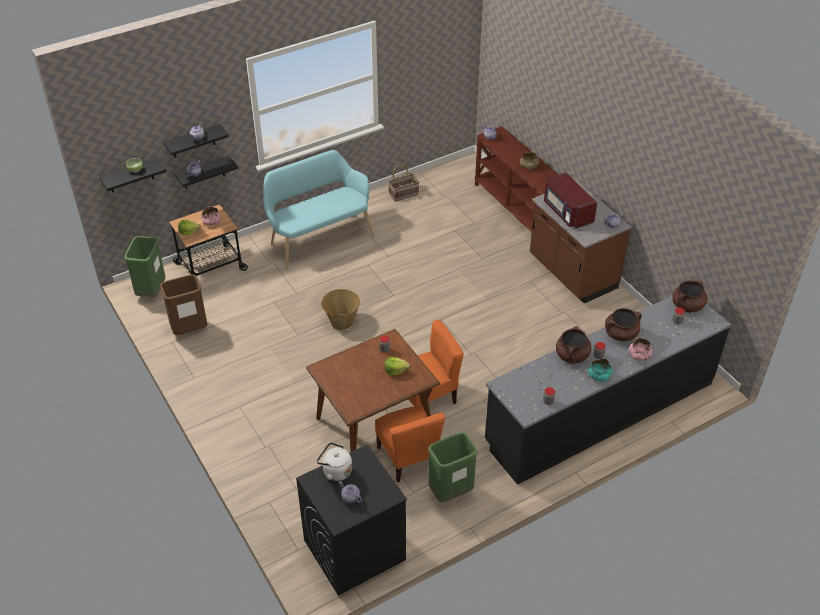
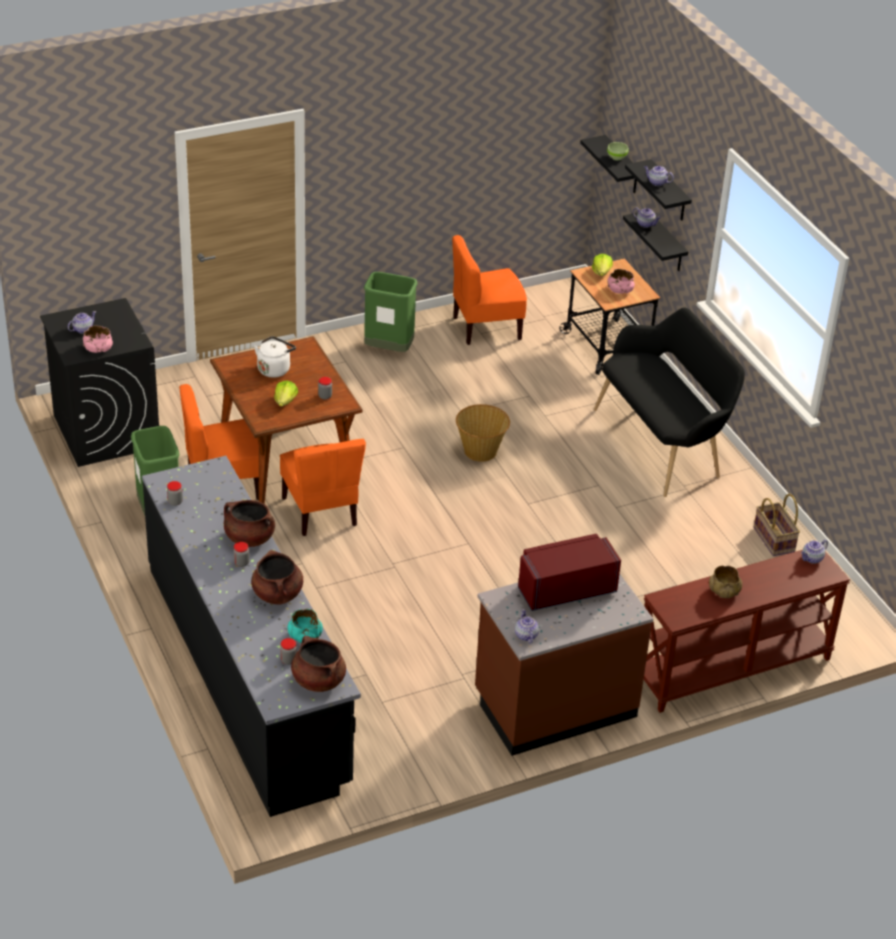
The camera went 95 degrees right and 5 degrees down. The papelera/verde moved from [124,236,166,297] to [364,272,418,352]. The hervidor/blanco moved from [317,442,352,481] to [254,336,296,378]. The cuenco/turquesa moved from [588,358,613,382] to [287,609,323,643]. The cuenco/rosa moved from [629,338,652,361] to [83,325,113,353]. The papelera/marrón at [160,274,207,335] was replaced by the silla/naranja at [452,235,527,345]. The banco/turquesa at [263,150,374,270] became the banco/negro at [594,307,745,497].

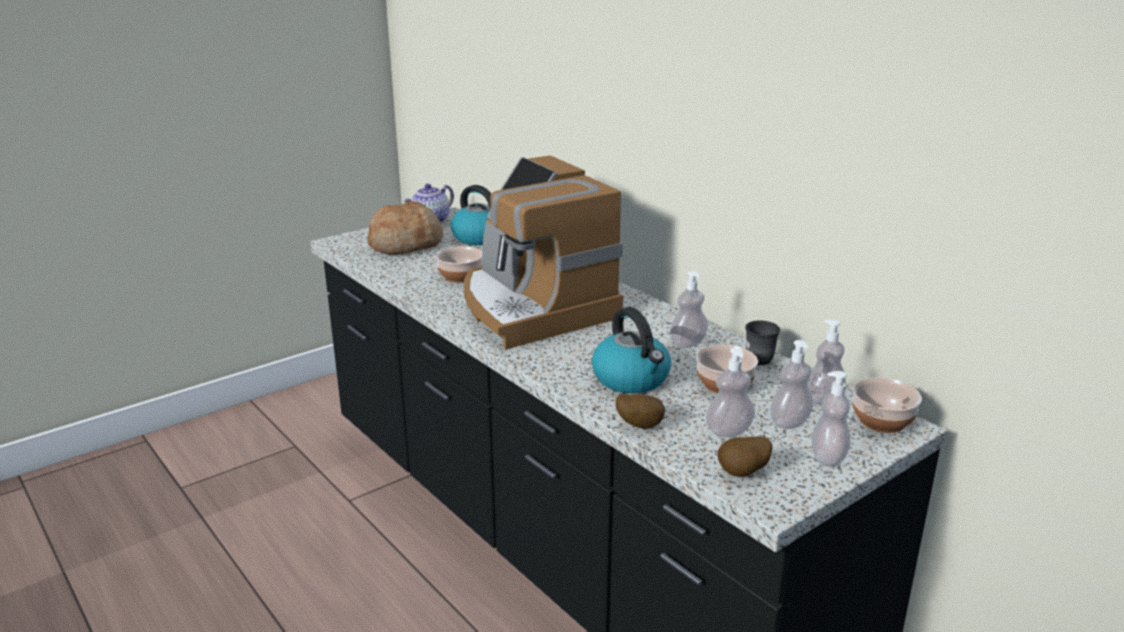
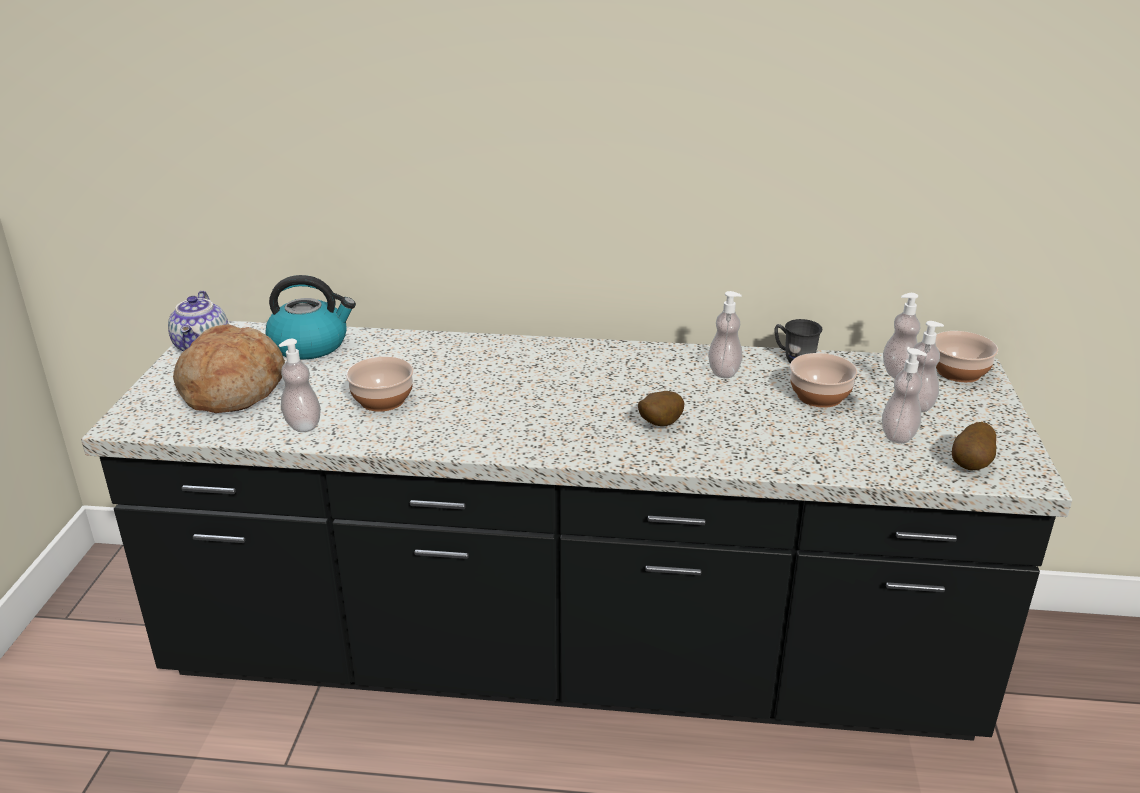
The camera went 45 degrees left and 5 degrees up. The cafetera at [464,155,623,349] disappeared. The hervidor at [592,307,671,394] disappeared. The patata moved from [616,394,665,429] to [638,391,684,426]. The dispensador de jabón moved from [811,371,851,467] to [279,339,321,432].

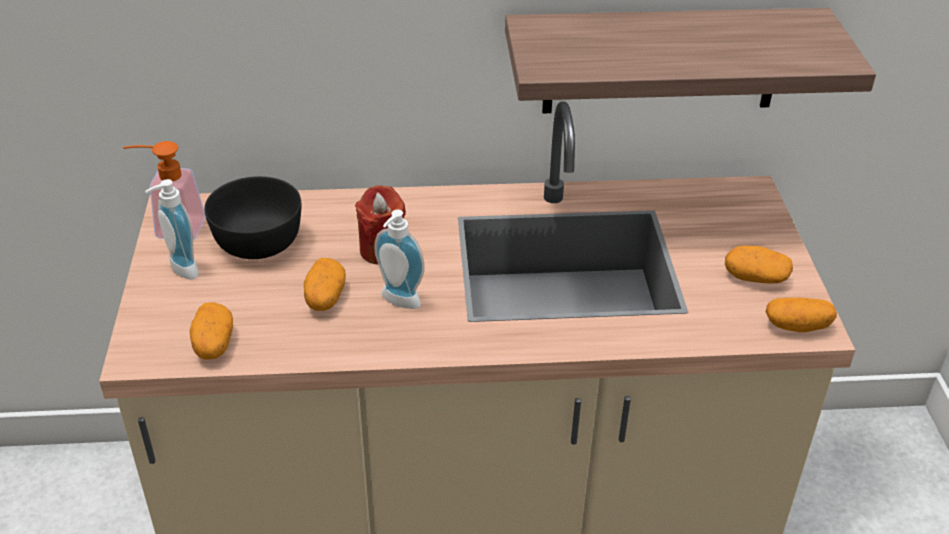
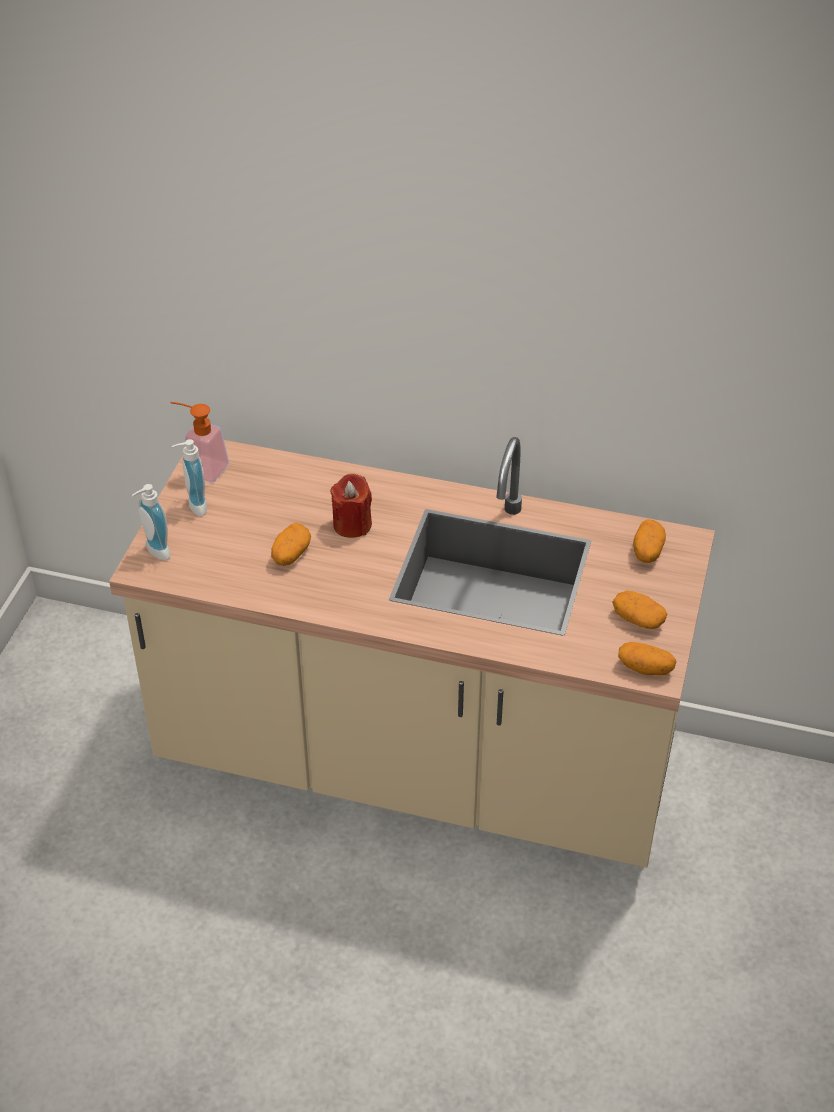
The camera went 20 degrees right and 5 degrees up. The cuenco/negro at [204,176,301,259] disappeared. The estante at [505,8,876,113] disappeared. The patata moved from [190,302,233,360] to [633,519,666,563]. The dispensador de jabón moved from [374,210,425,309] to [132,484,171,560].

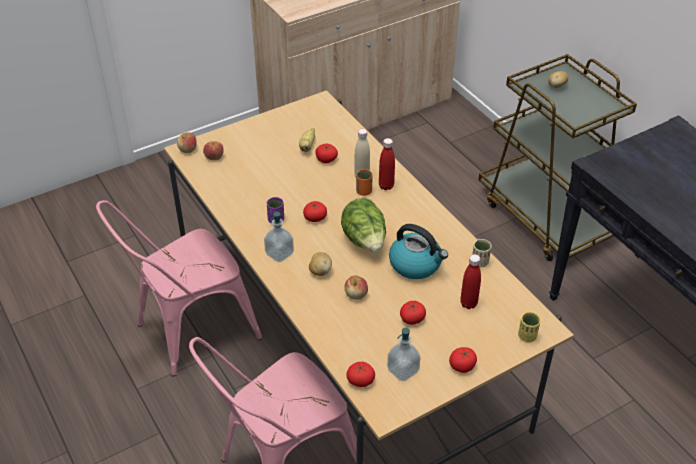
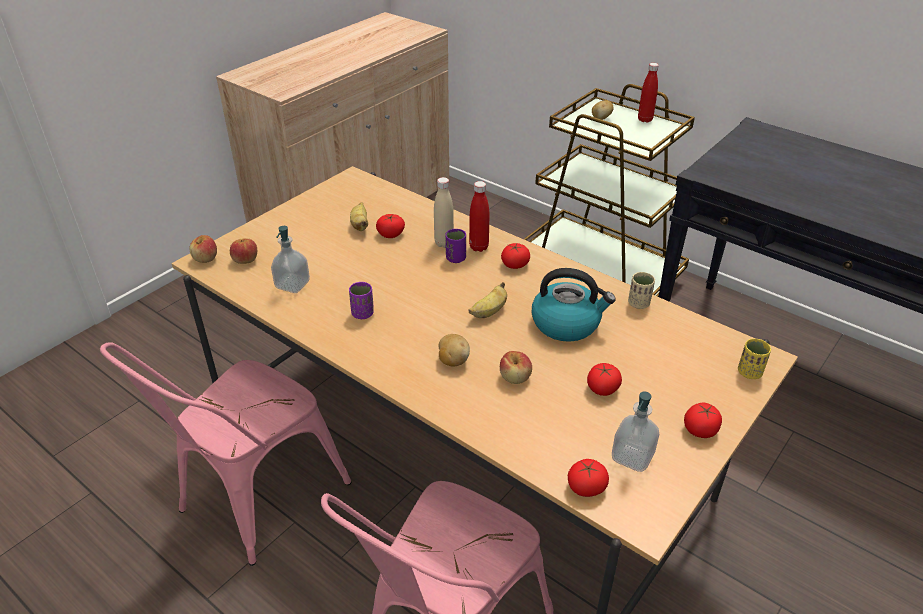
The camera went 20 degrees left and 5 degrees down. The dispensador de jabón moved from [264,212,294,262] to [271,226,310,293]. The tomate moved from [303,201,327,222] to [501,243,530,269]. The botella/rojo moved from [460,254,481,309] to [638,63,659,122]. The lechuga at [341,198,386,252] was replaced by the plátano at [469,282,507,318]. The taza/naranja at [356,169,372,196] became the taza/morado at [445,229,466,263].

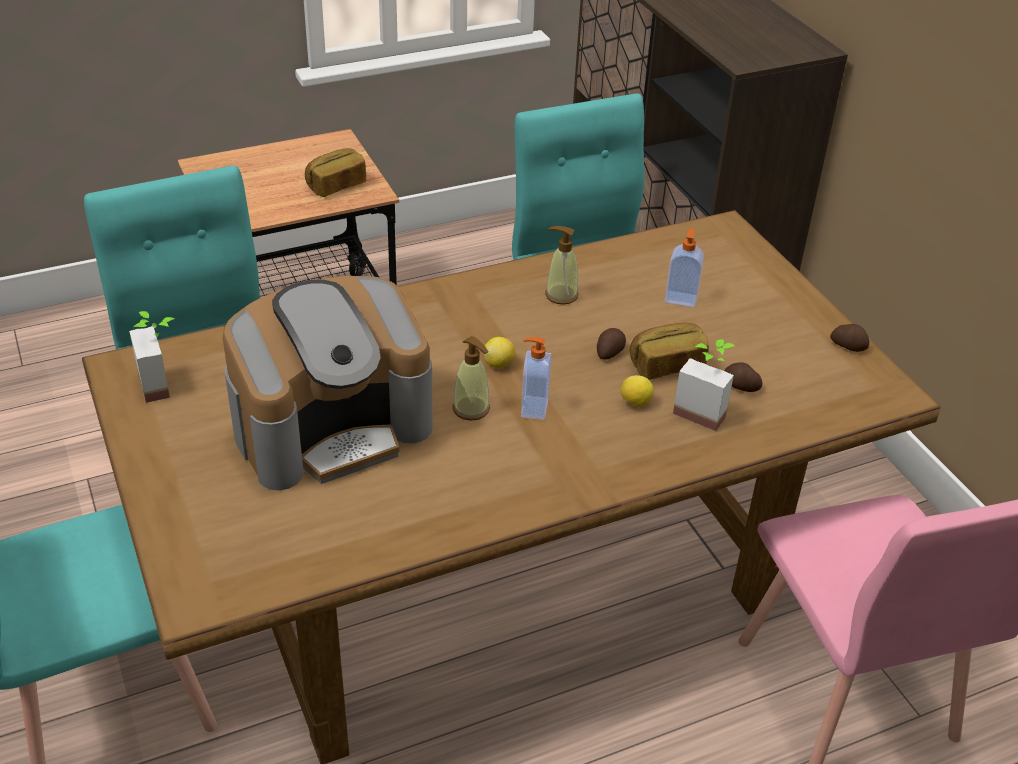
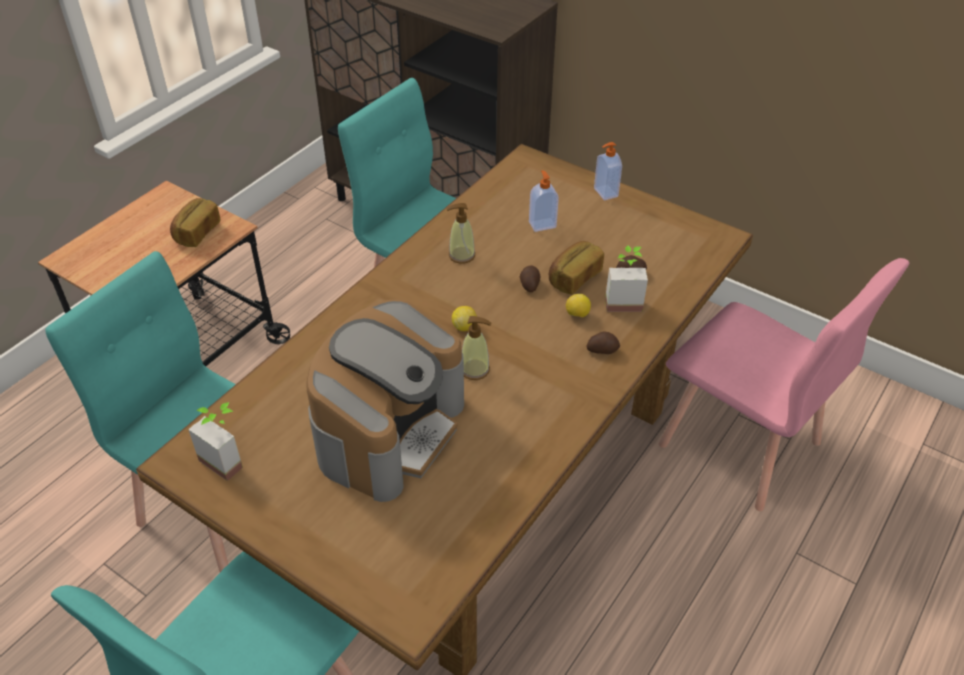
The camera went 30 degrees left and 5 degrees up. The dispensador de jabón moved from [521,337,552,420] to [594,142,622,200]. The patata moved from [830,324,869,352] to [586,332,620,354].

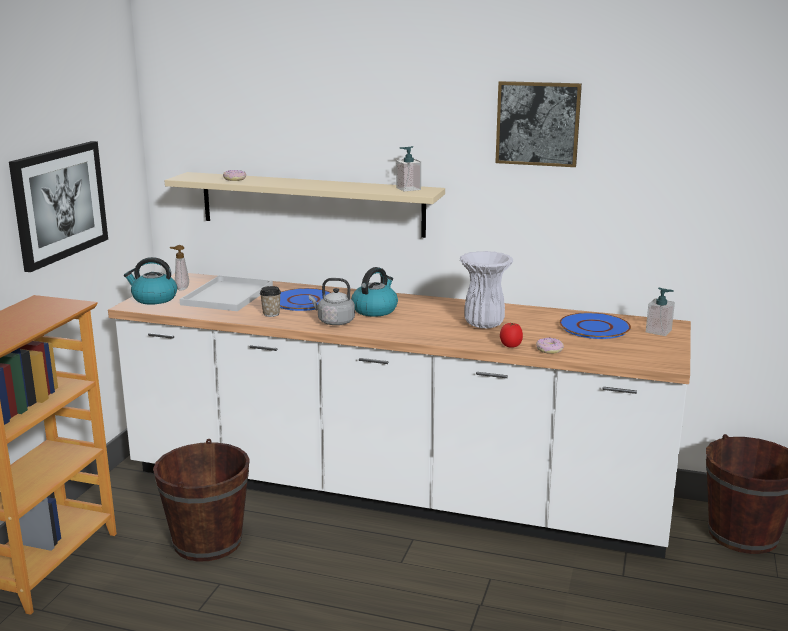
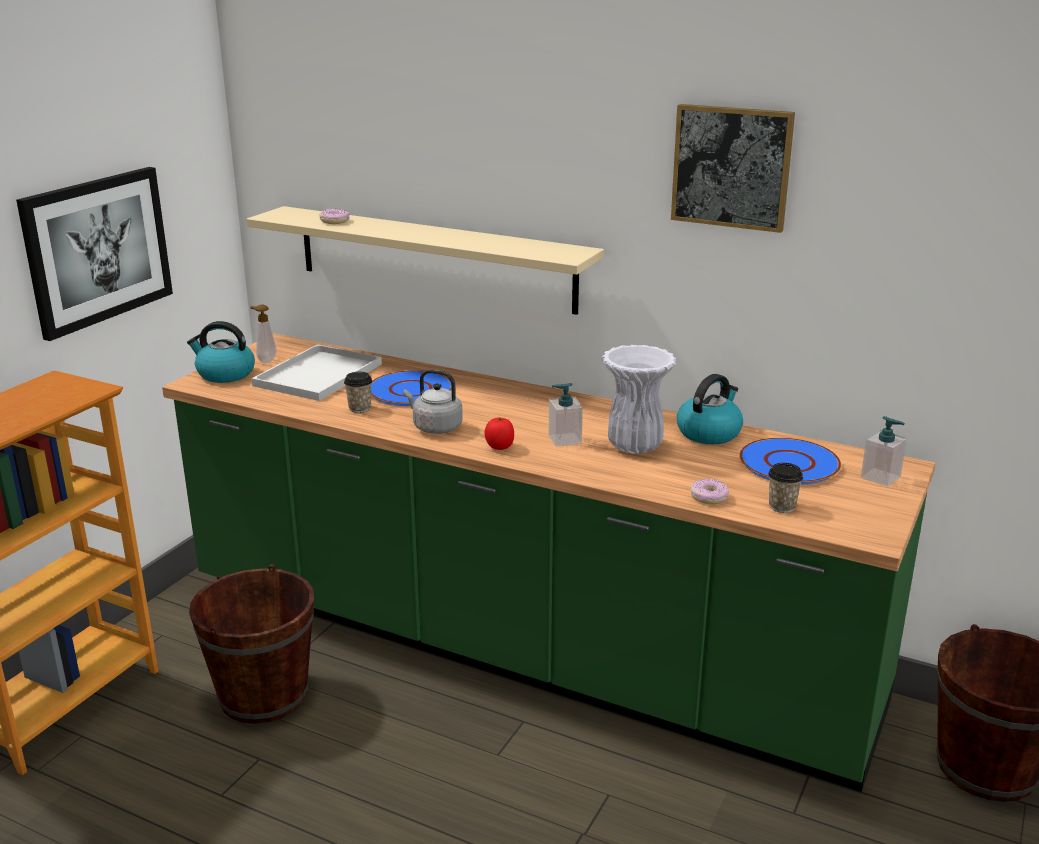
The camera went 10 degrees right and 5 degrees up. The taza at [768,463,803,513] appeared. The hervidor moved from [351,267,398,317] to [677,374,743,444]. The dispensador de jabón moved from [396,146,421,191] to [549,383,583,447]. The tomate moved from [500,323,523,348] to [485,417,514,450]. The mueble bajo de cocina/blanco at [108,273,691,558] became the mueble bajo de cocina/verde at [162,334,936,792].

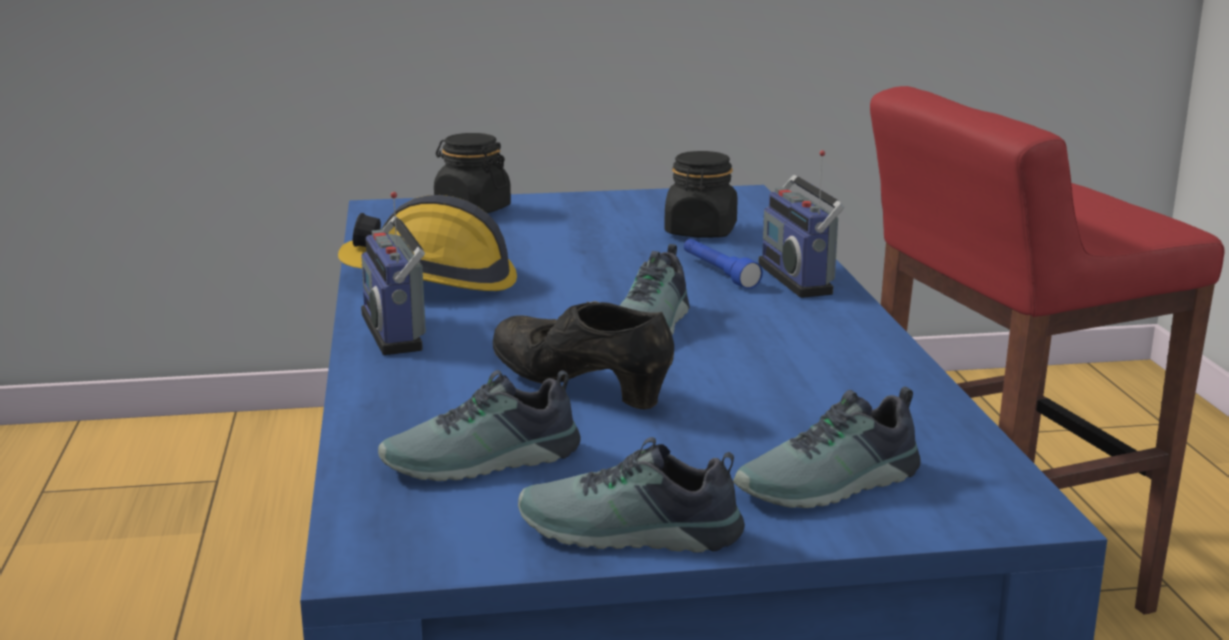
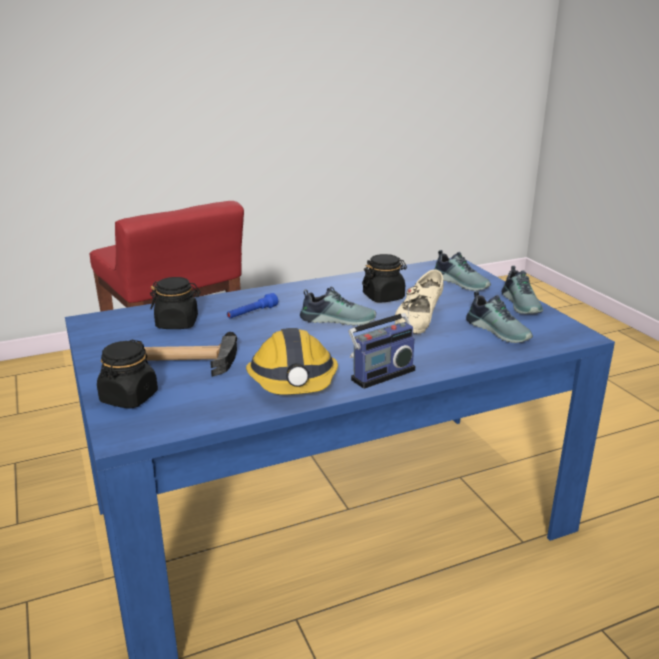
The camera went 105 degrees left and 5 degrees up. The radio at [758,150,844,298] disappeared. The martillo at [144,332,237,377] appeared. The tarro/negro at [362,254,407,303] appeared. The zapato/negro at [493,301,674,409] became the zapato/beis at [395,269,443,334].

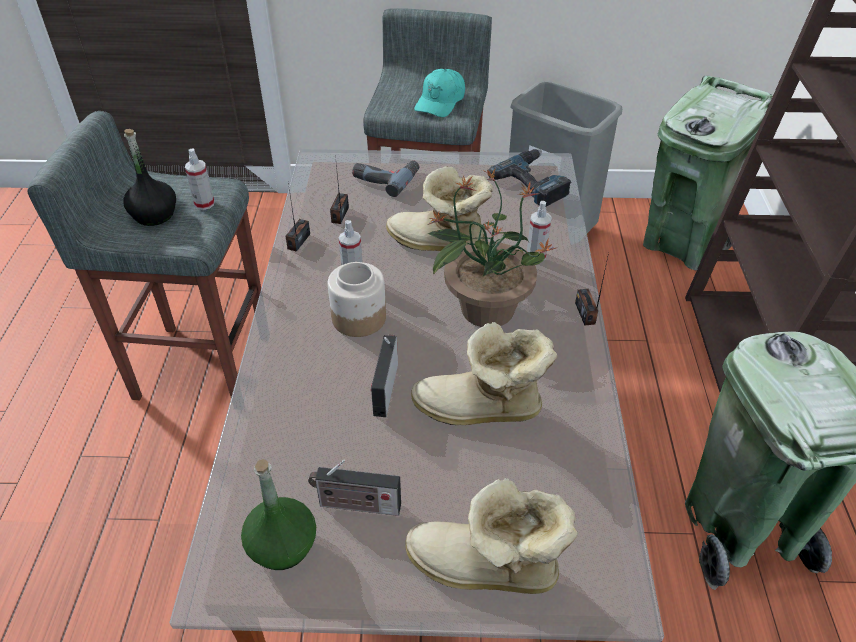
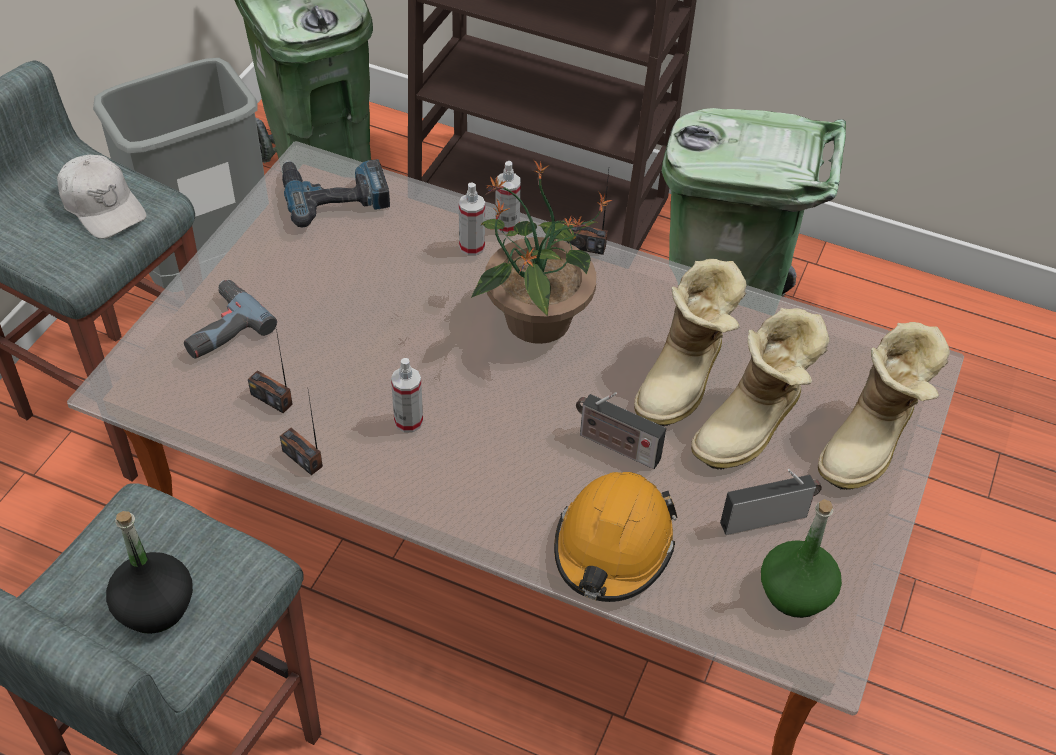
The camera went 70 degrees left and 5 degrees up. The tarro at [328,262,386,337] disappeared. The casco/naranja at [554,472,678,602] appeared. The pulverizador moved from [185,149,214,210] to [495,161,521,234]. The bota moved from [386,166,493,251] to [691,308,830,469]. The gorra/turquesa at [414,69,465,117] became the gorra/blanco at [57,155,146,239]. The radio at [308,459,401,516] turned 135 degrees counterclockwise.

